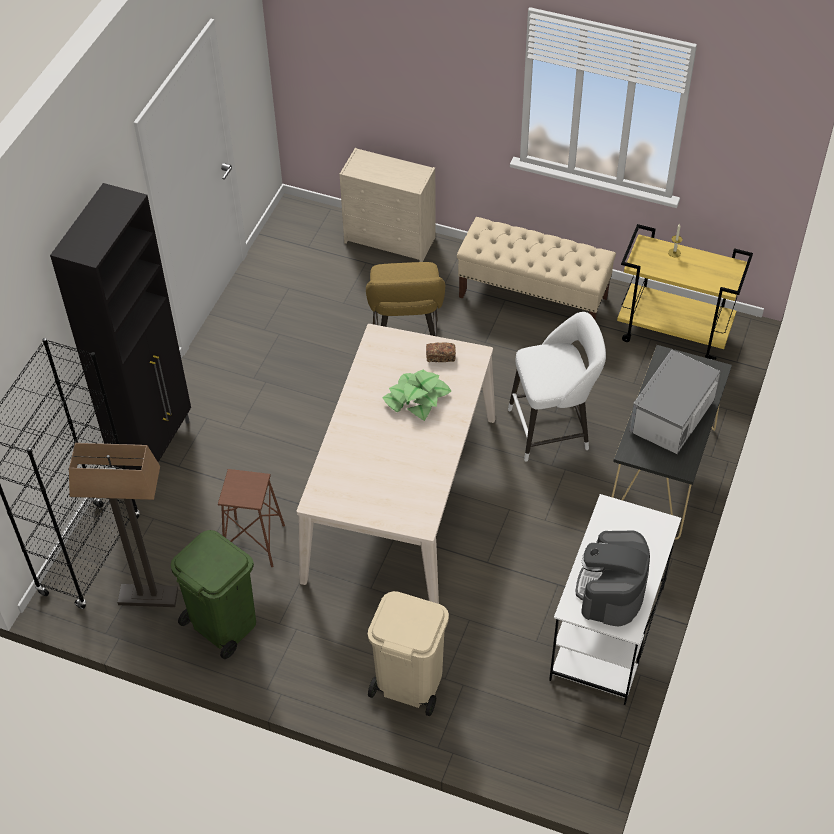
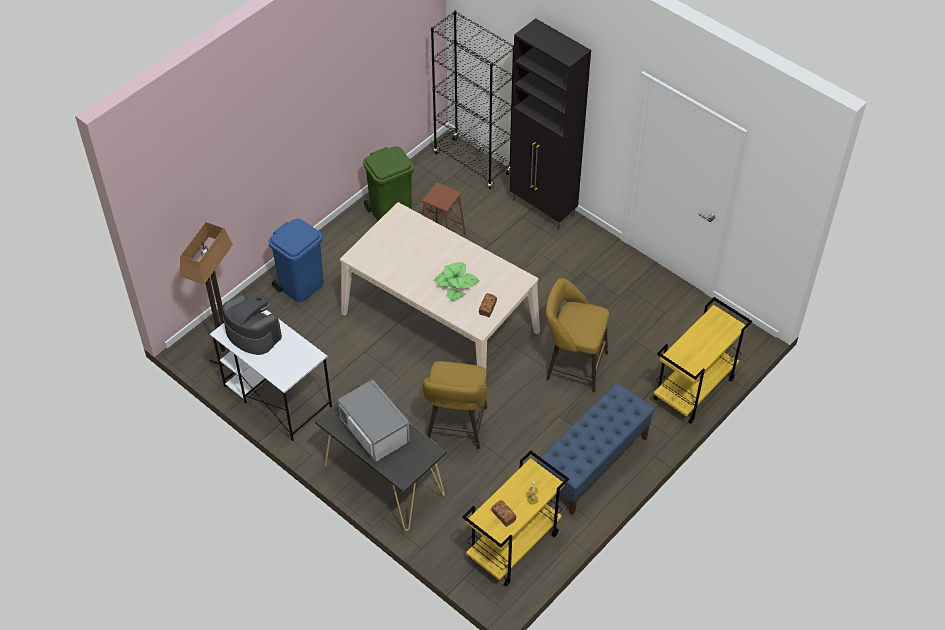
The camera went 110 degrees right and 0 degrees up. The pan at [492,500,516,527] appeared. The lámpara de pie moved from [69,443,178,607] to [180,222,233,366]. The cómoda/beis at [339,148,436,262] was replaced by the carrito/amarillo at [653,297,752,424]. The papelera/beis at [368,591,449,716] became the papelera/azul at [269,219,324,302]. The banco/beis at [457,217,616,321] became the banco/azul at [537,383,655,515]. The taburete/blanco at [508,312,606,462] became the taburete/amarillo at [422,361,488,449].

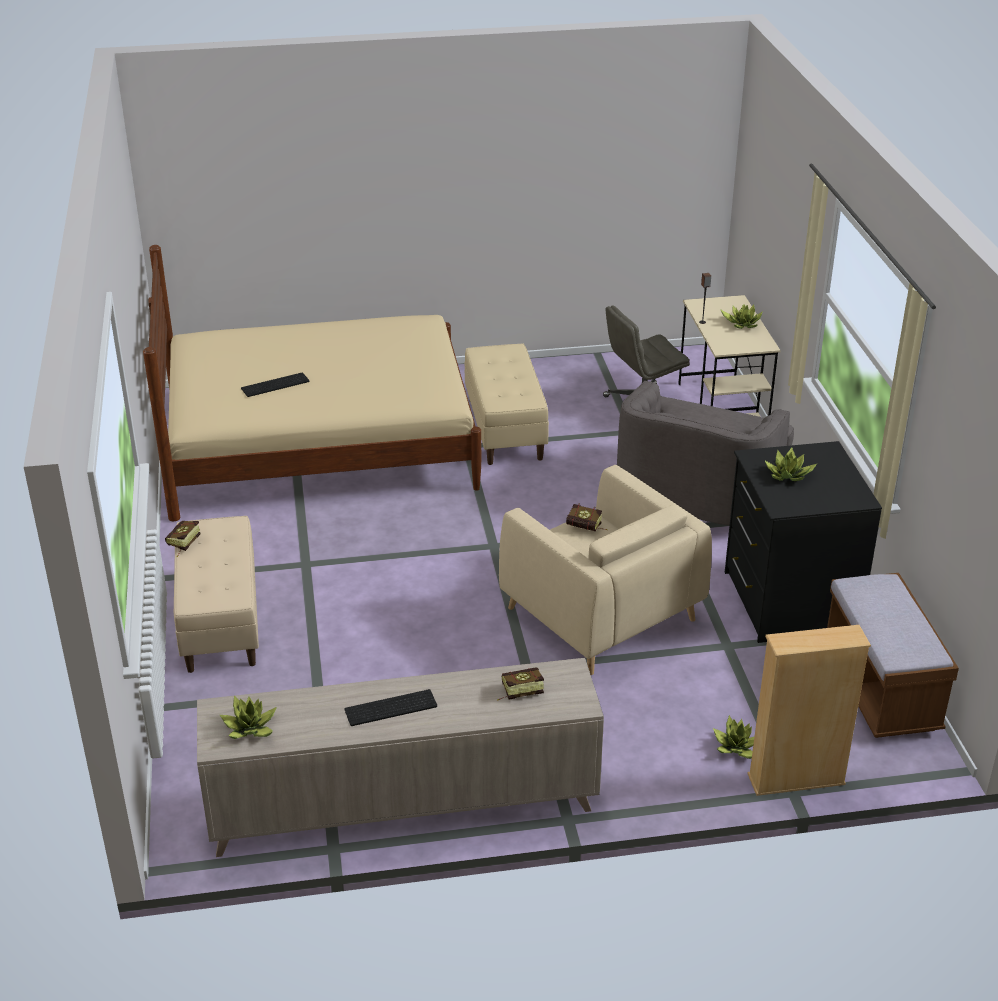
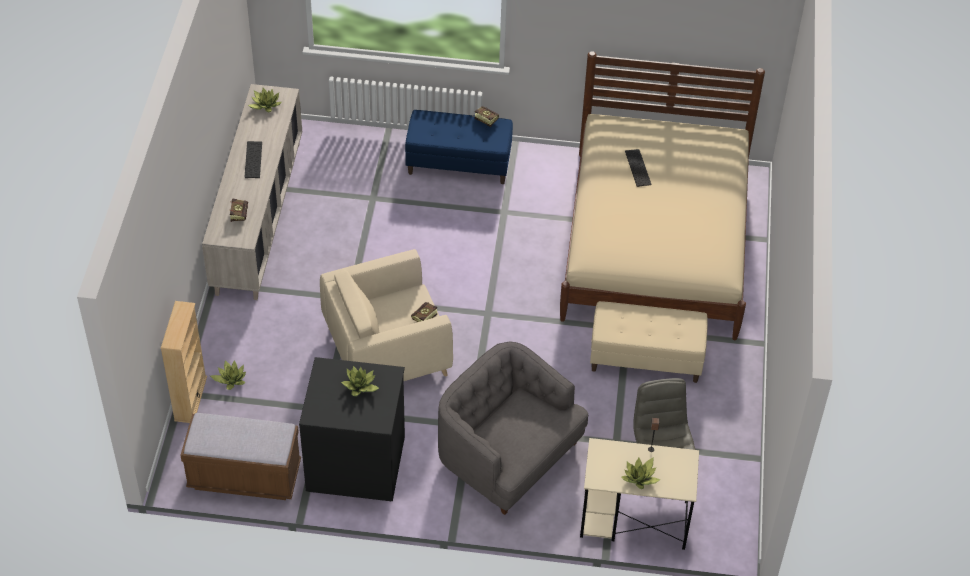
The camera went 105 degrees right and 15 degrees up. The banco/beis at [174,516,259,673] became the banco/azul at [405,110,513,184].

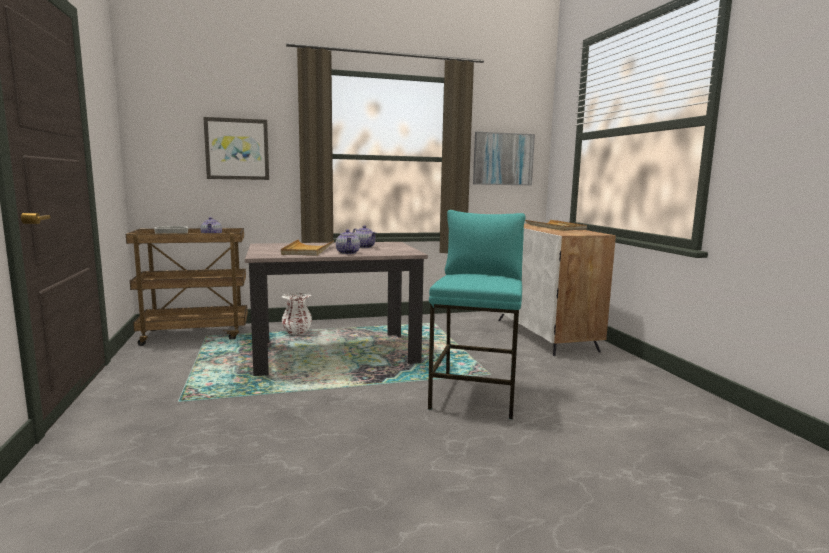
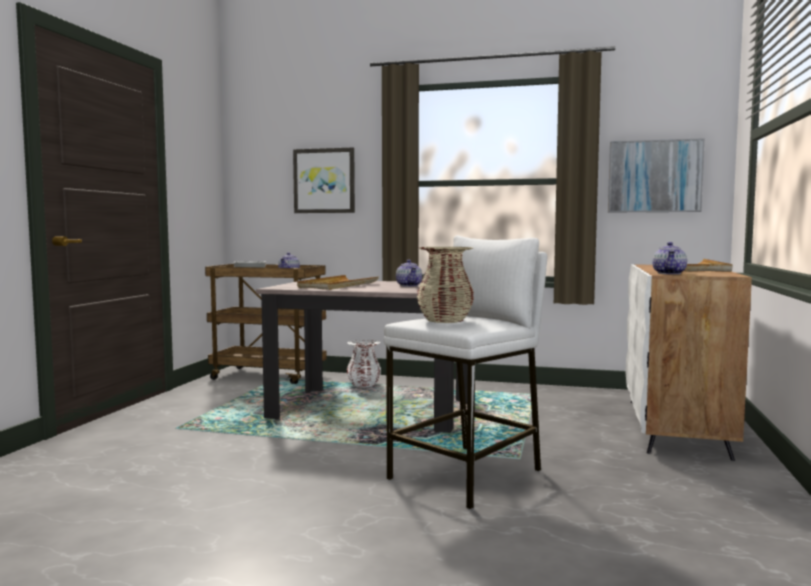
The camera went 30 degrees right and 5 degrees down. The florero/beis at [417,247,474,323] appeared. The tetera moved from [336,229,360,254] to [652,242,687,274]. The taburete/turquesa at [428,210,526,419] became the taburete/blanco at [384,235,547,510].

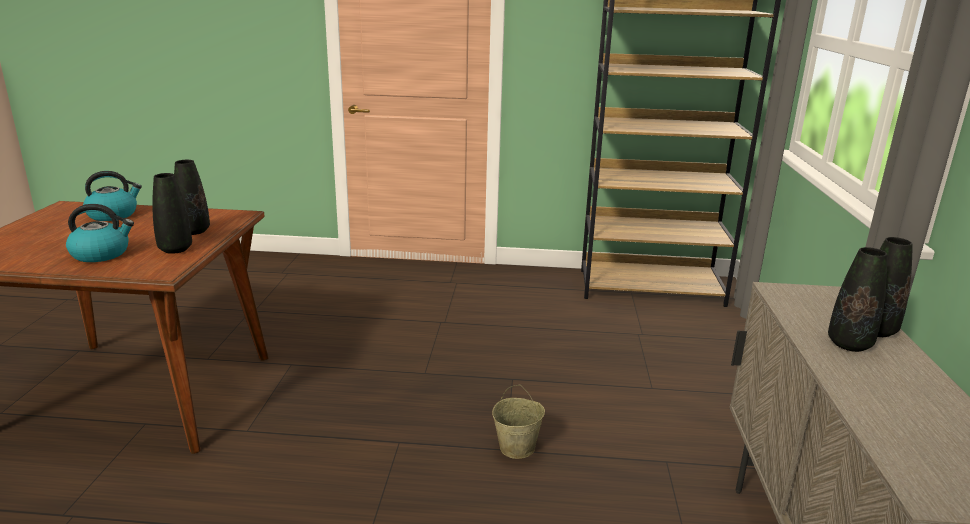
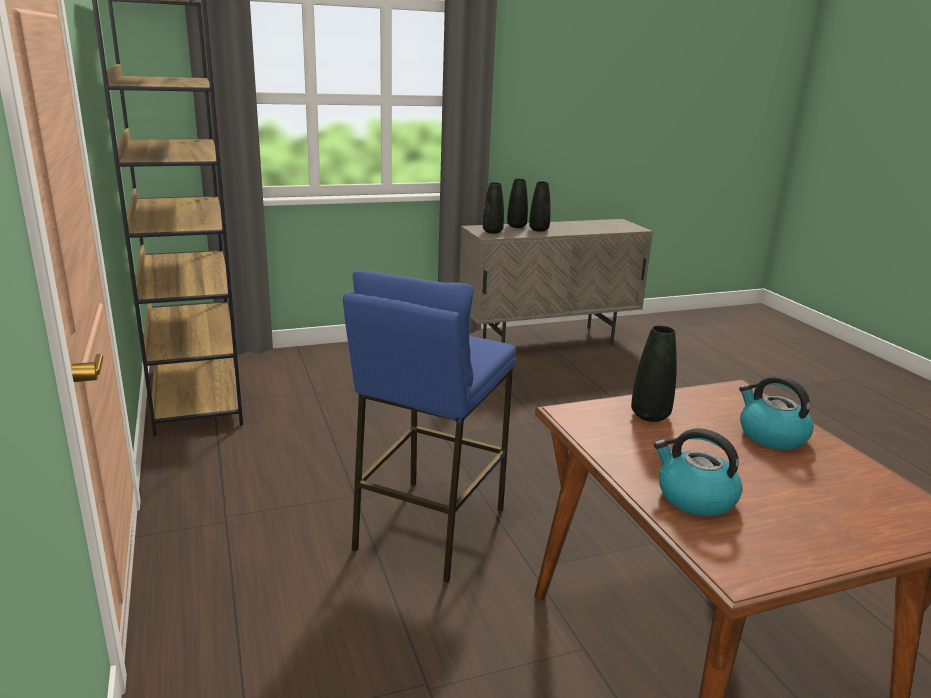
The camera went 115 degrees left and 0 degrees up. The cubo/beis at [492,385,545,459] disappeared. The taburete/azul at [343,271,516,583] appeared. The florero/negro moved from [152,173,192,254] to [483,182,504,234].

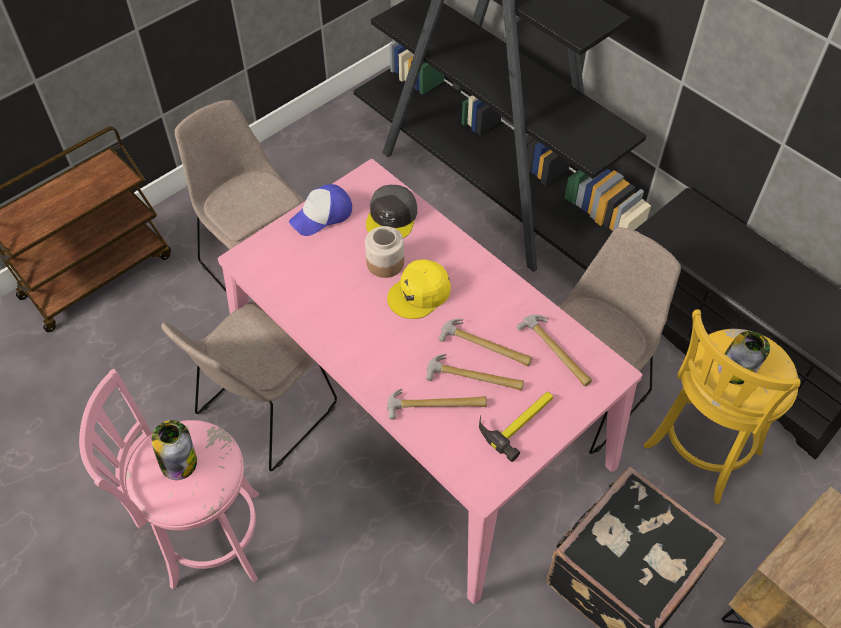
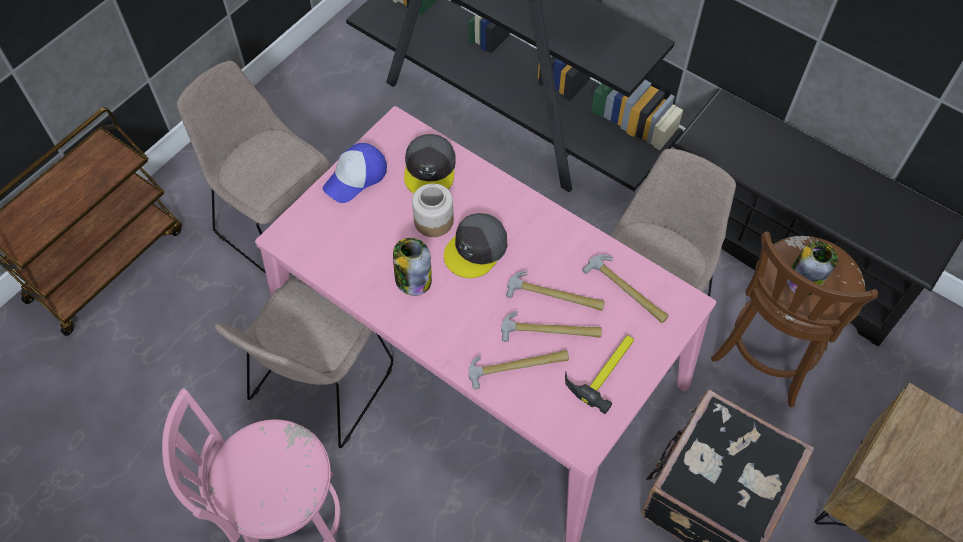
The camera went 10 degrees left and 5 degrees up. The tarro moved from [152,420,197,480] to [393,238,432,296]. The gorra/amarillo at [387,260,451,319] became the gorra/gris at [444,213,507,278]. The taburete/amarillo at [644,309,800,504] became the taburete/marrón at [711,231,878,407].

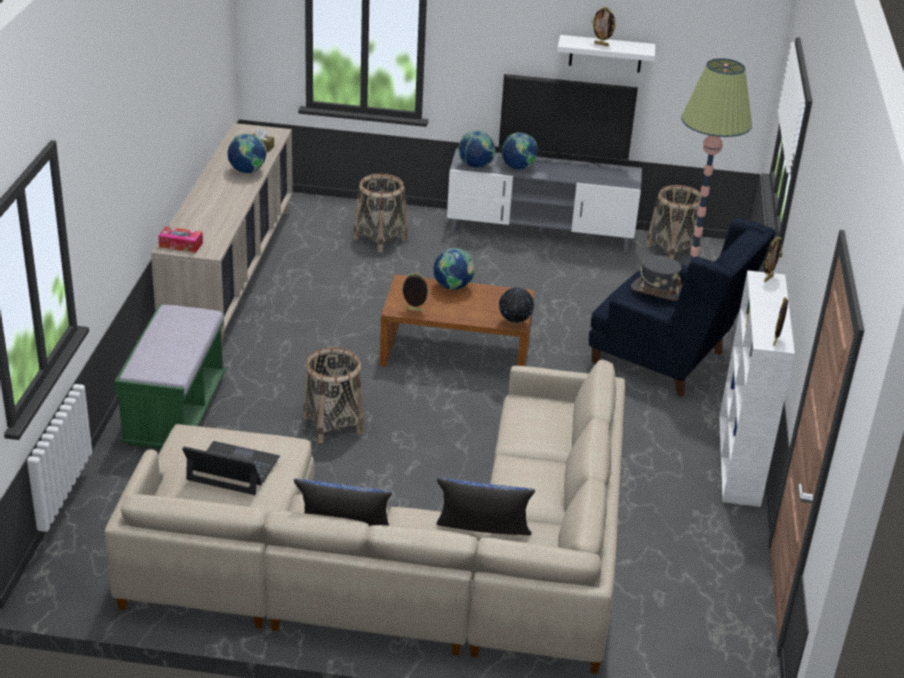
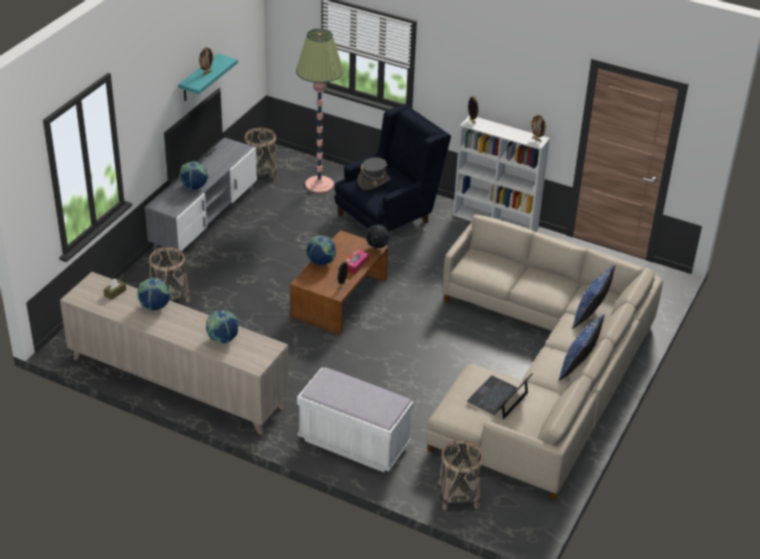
The camera went 70 degrees left and 5 degrees up. The caja de pañuelos moved from [158,226,203,253] to [345,249,369,275]. The cesta moved from [303,347,364,443] to [438,440,484,510]. The globo terráqueo moved from [458,131,496,168] to [206,310,238,344]. The banco/verde at [114,304,226,449] became the banco/blanco at [297,367,413,472]. The estante/blanco at [557,35,655,73] became the estante/turquesa at [178,54,238,101].

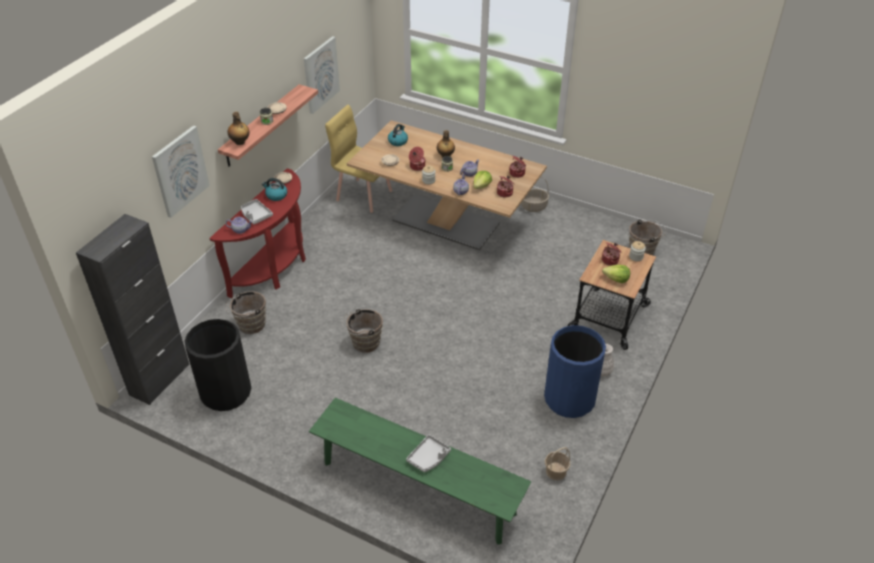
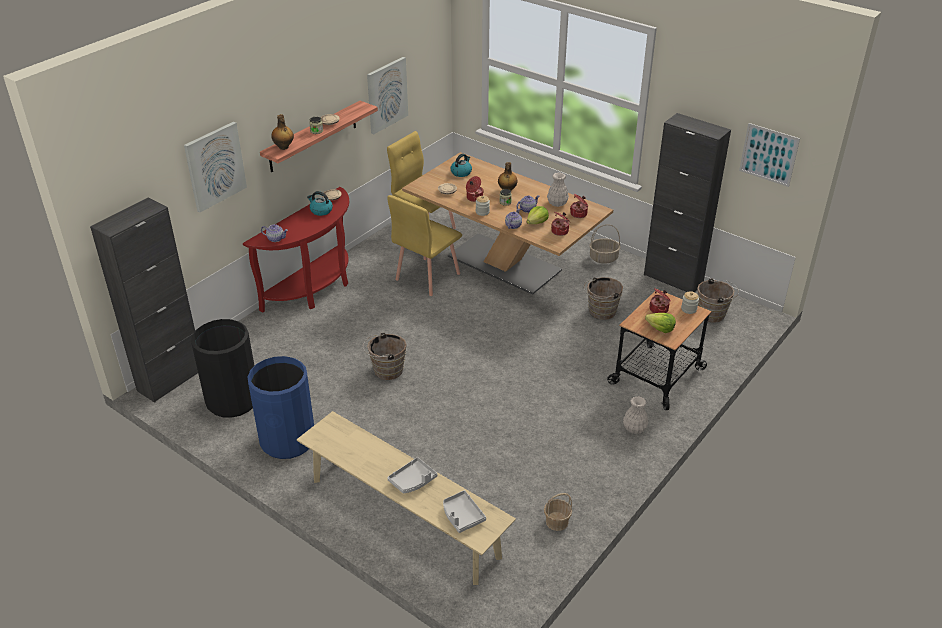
The camera went 10 degrees right and 5 degrees down. The silla/amarillo at [387,195,462,296] appeared. The florero/blanco at [547,172,569,207] appeared. The armario/negro at [644,113,731,292] appeared. The cuadro at [739,123,800,187] appeared. The cubo/marrón moved from [226,291,266,334] to [584,277,623,320]. The bandeja/gris moved from [241,199,273,225] to [443,490,486,533]. The papelera/azul moved from [544,325,606,418] to [248,356,314,459]. The banco/verde at [309,398,531,545] became the banco/beis at [297,411,516,585].

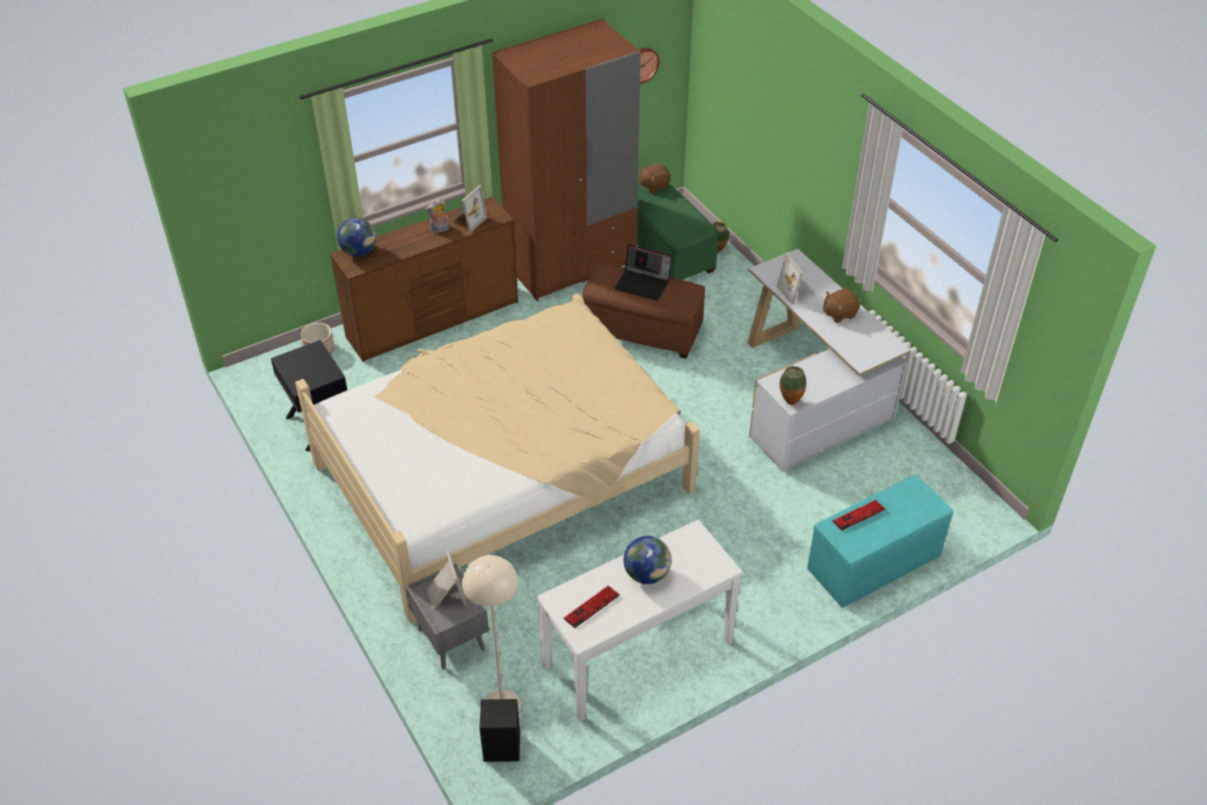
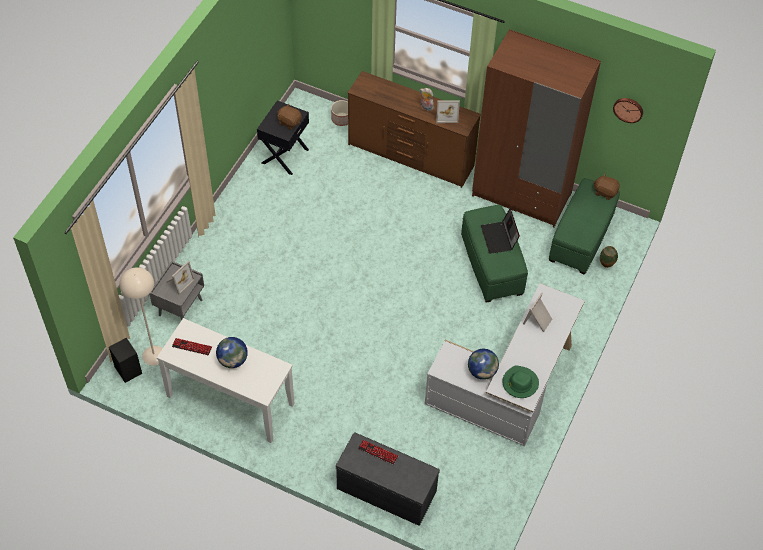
The camera went 55 degrees right and 10 degrees up. The cama/beis at [295,294,700,624] disappeared. The florero at [780,366,806,405] disappeared. The sombrero/verde at [502,365,539,398] appeared. The globo terráqueo moved from [337,218,376,256] to [468,349,499,380]. The peluche/marrón moved from [823,288,860,323] to [277,104,302,130]. The puf/marrón at [582,264,705,359] became the puf/verde at [461,205,528,303]. The banco/turquesa at [807,475,953,608] became the banco/gris at [336,432,440,526].

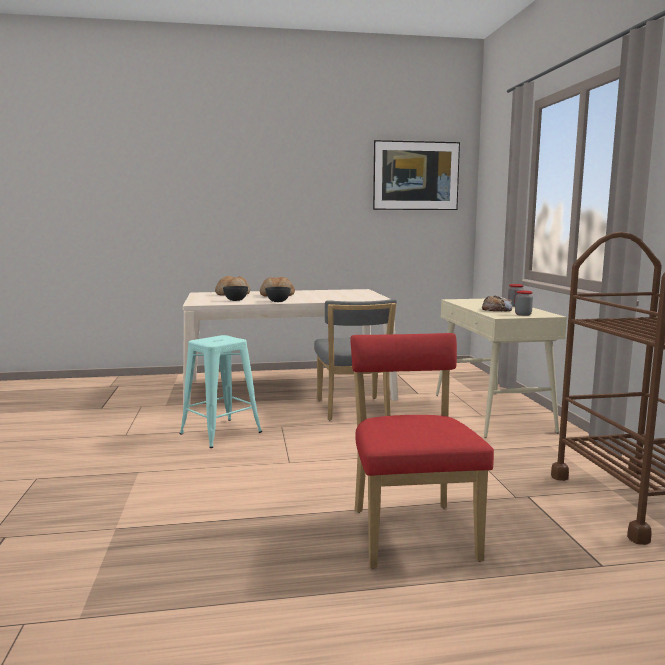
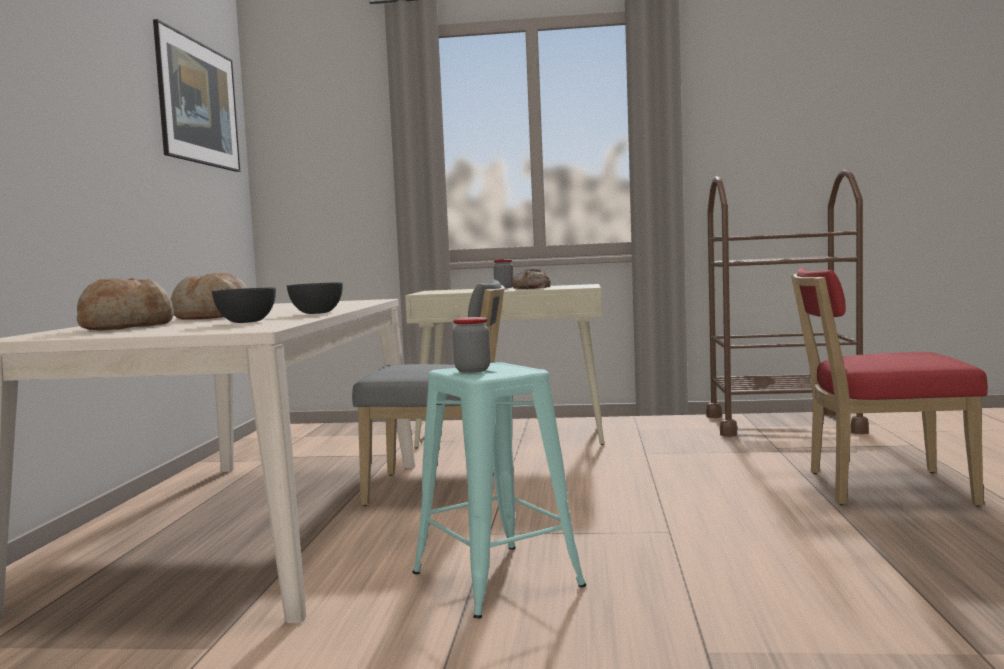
The camera went 75 degrees left and 5 degrees down. The tarro moved from [515,291,533,316] to [453,317,490,373].

